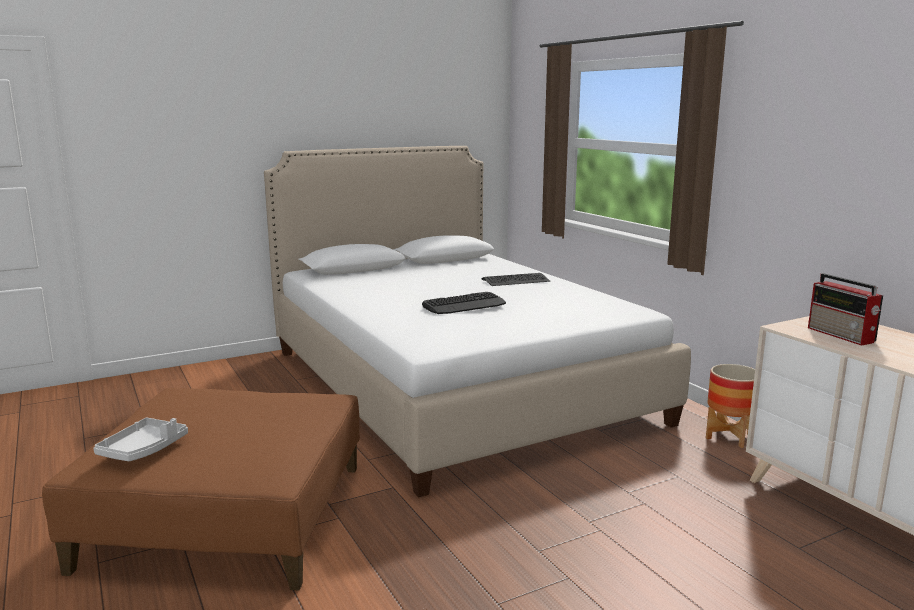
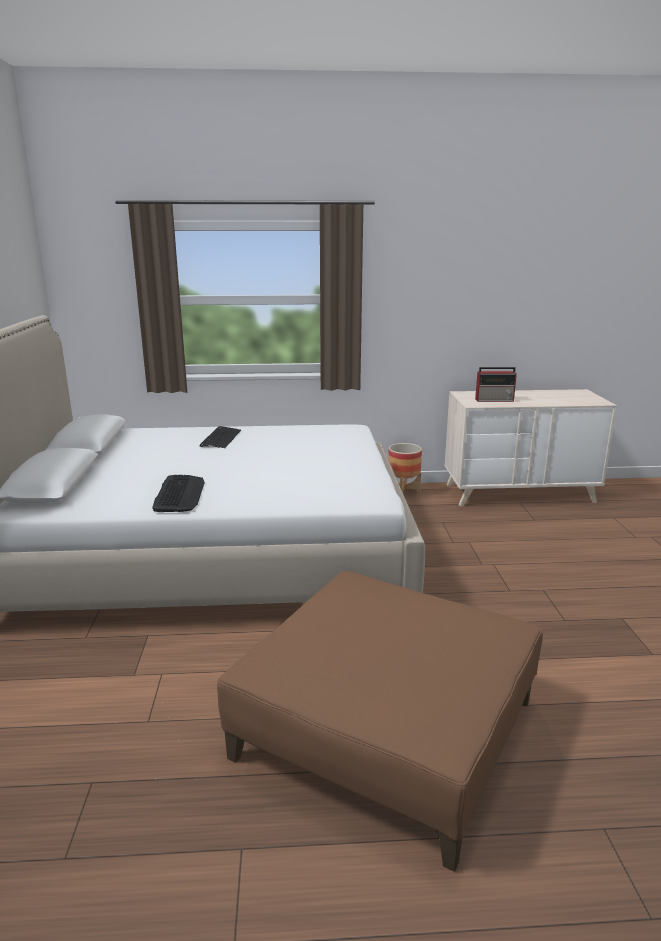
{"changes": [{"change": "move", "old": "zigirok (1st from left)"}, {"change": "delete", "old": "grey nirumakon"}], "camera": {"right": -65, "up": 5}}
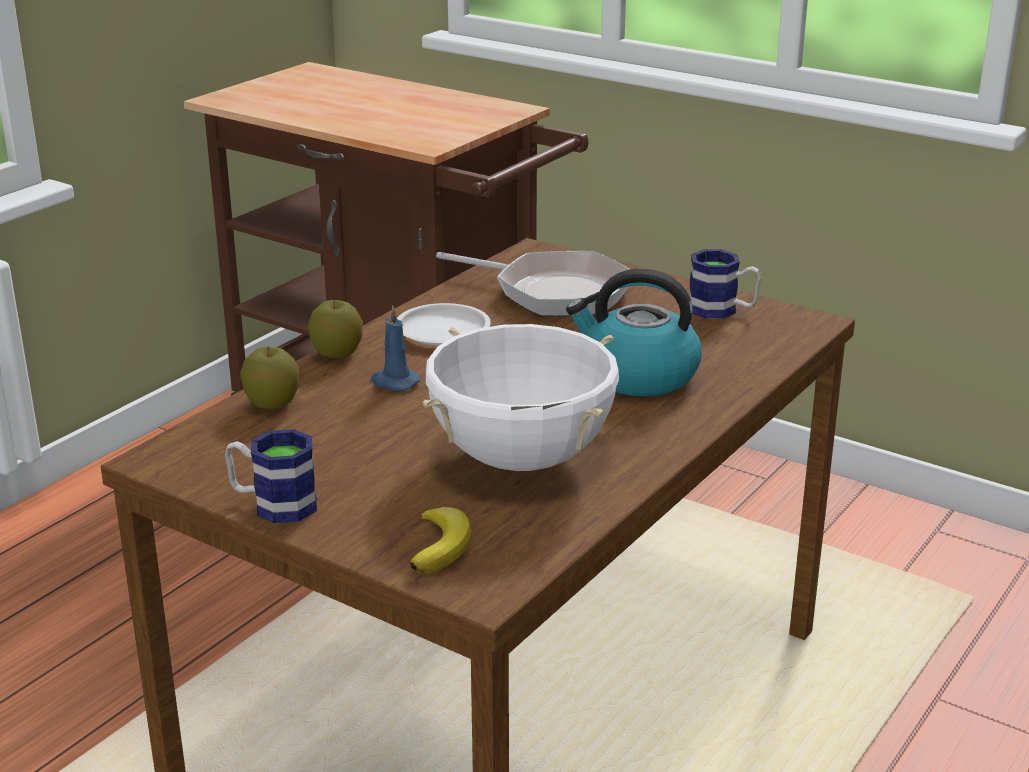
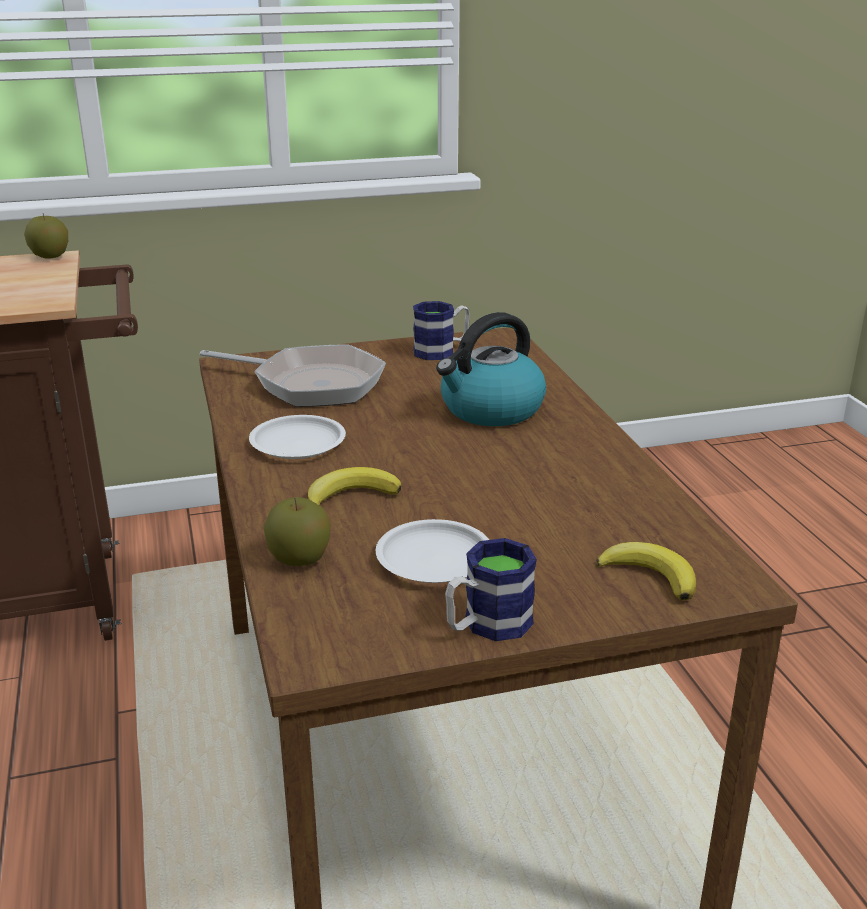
{"changes": [{"change": "rotate", "old": "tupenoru", "degrees": 45}, {"change": "move", "old": "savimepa (2nd from left in the first image)", "new": "savimepa (1st from left)"}, {"change": "replace", "old": "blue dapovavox", "new": "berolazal (1st from left)"}, {"change": "delete", "old": "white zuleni"}, {"change": "insert", "new": "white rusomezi (2nd from left)"}], "camera": {"right": -50, "up": 0}}
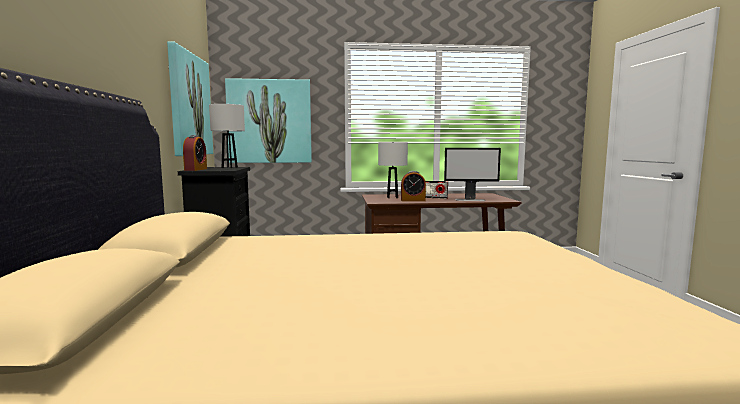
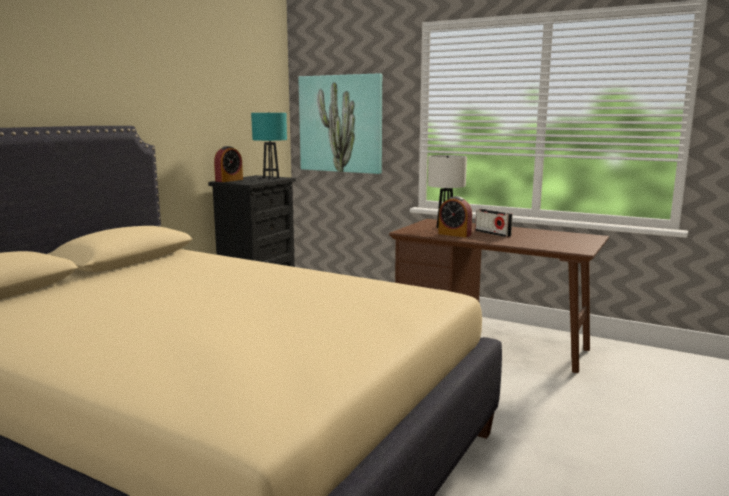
{"changes": [{"change": "delete", "old": "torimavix (1st from left)"}, {"change": "recolor", "old": "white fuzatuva (1st from left)", "new": "turquoise fuzatuva"}, {"change": "delete", "old": "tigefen"}], "camera": {"right": 35, "up": 5}}
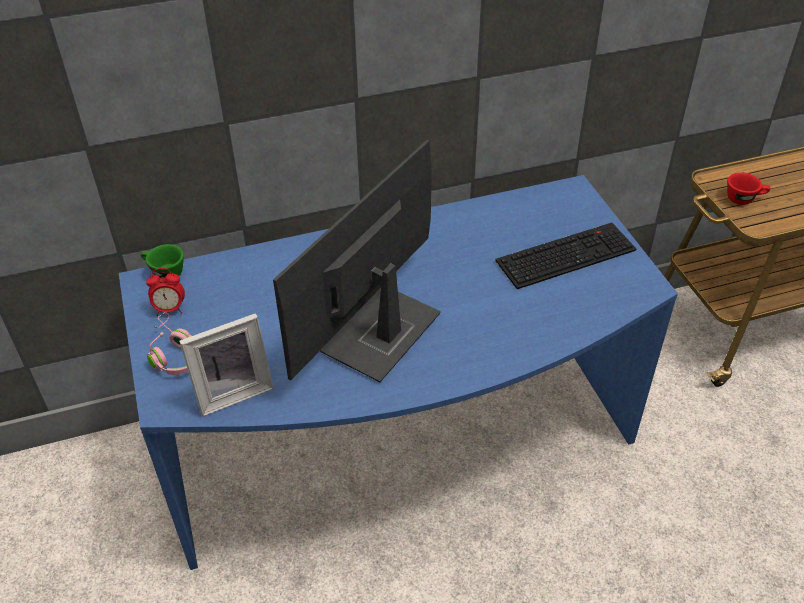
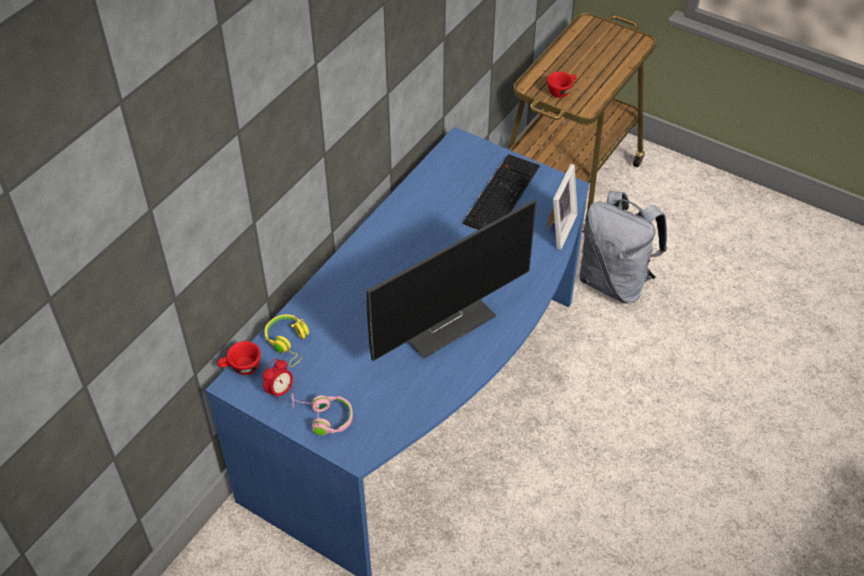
{"changes": [{"change": "rotate", "old": "tigefen", "degrees": -120}, {"change": "recolor", "old": "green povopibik", "new": "red povopibik (1st from left)"}, {"change": "move", "old": "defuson"}, {"change": "insert", "new": "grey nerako"}, {"change": "insert", "new": "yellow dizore"}], "camera": {"right": -40, "up": 5}}
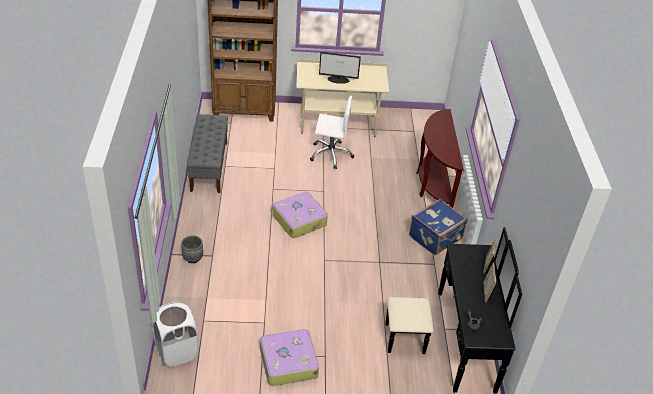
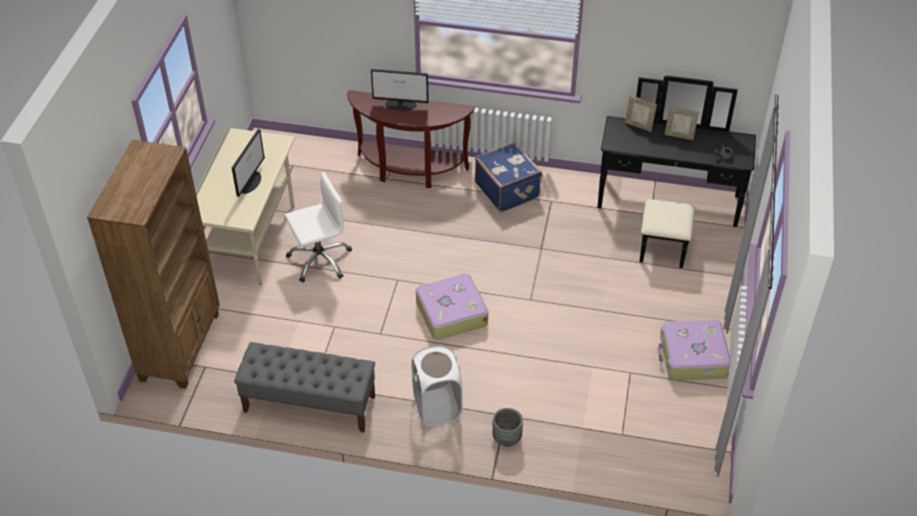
{"changes": [{"change": "rotate", "old": "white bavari", "degrees": 45}, {"change": "move", "old": "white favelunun"}, {"change": "insert", "new": "tigefen (2nd from left)"}], "camera": {"right": -75, "up": 5}}
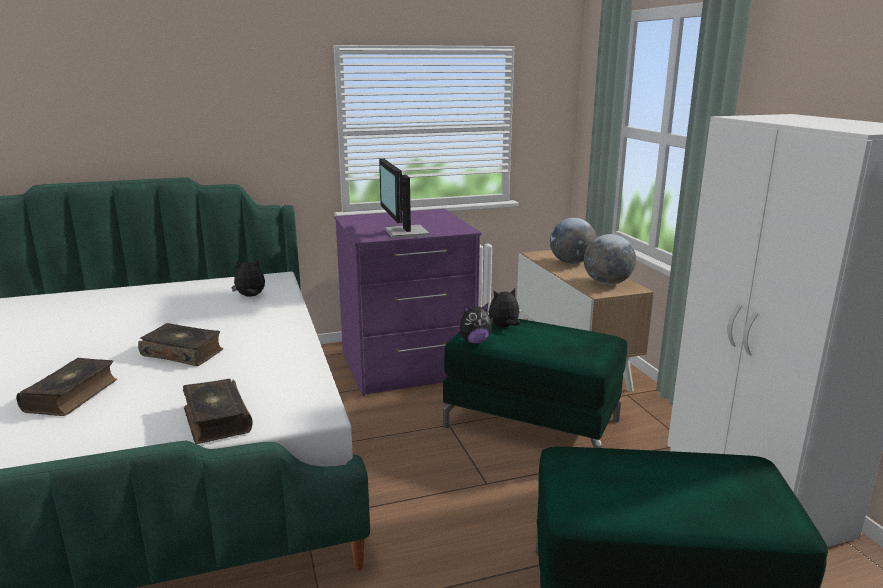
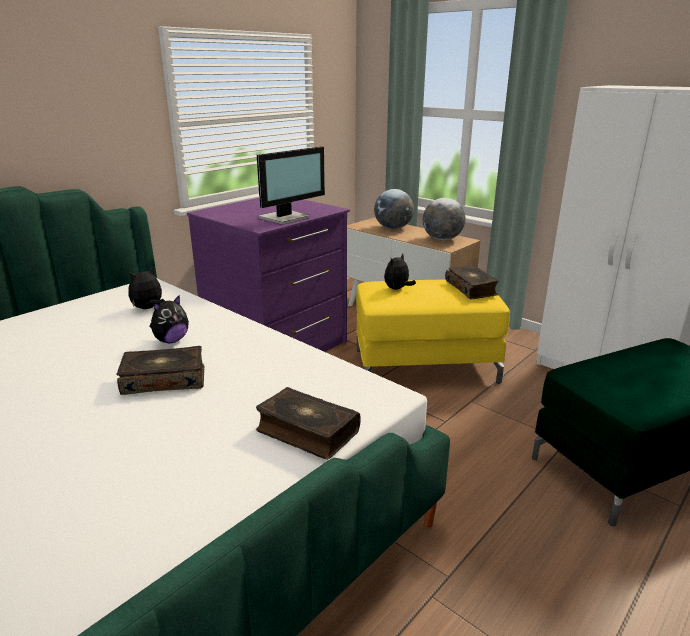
{"changes": [{"change": "rotate", "old": "tigefen", "degrees": -90}, {"change": "move", "old": "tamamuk (2nd from left)"}, {"change": "recolor", "old": "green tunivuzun (1st from left)", "new": "yellow tunivuzun"}, {"change": "move", "old": "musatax (1st from left in the first image)", "new": "musatax (3rd from left)"}], "camera": {"right": -30, "up": 5}}
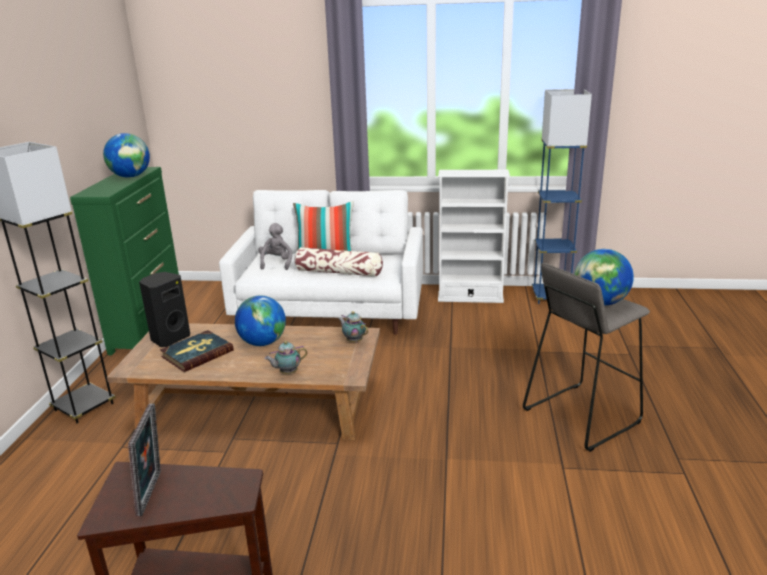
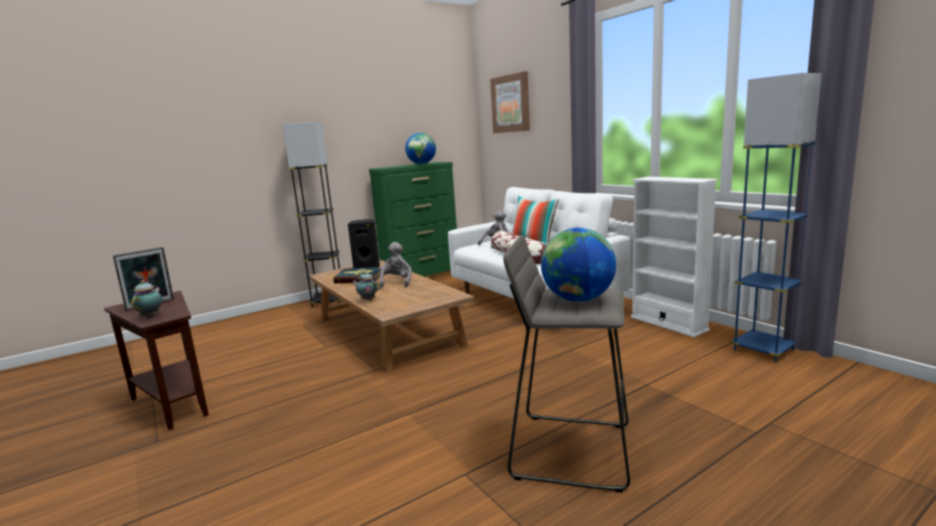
{"changes": [{"change": "replace", "old": "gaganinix (2nd from left)", "new": "grey tamamuk (1st from left)"}, {"change": "move", "old": "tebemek (2nd from left in the first image)", "new": "tebemek (1st from left)"}, {"change": "insert", "new": "torimavix"}], "camera": {"right": 50, "up": -10}}
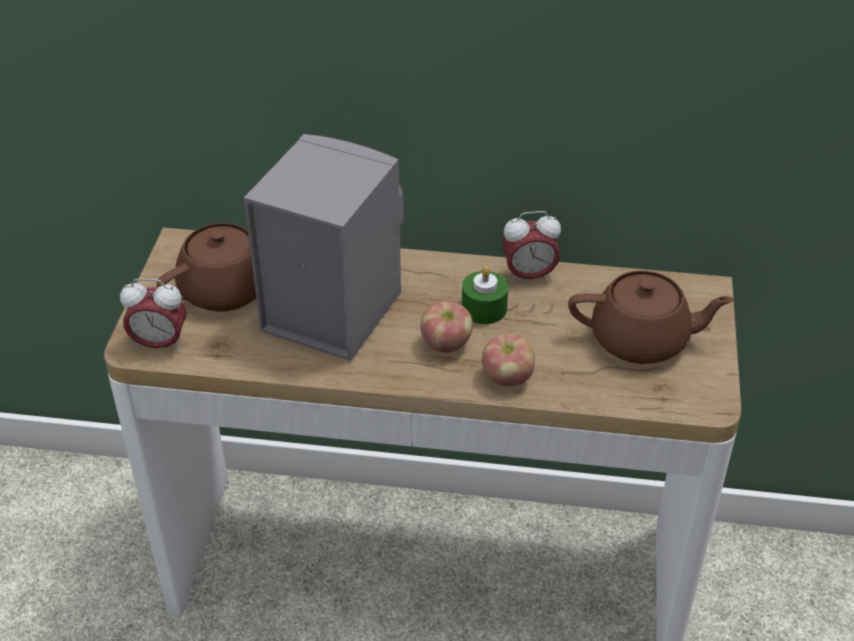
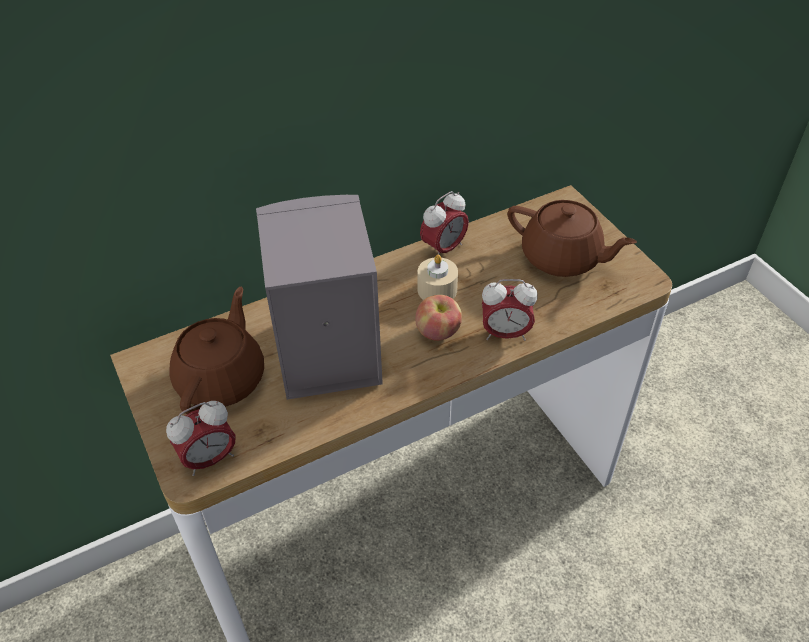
{"changes": [{"change": "recolor", "old": "green dapovavox", "new": "beige dapovavox"}, {"change": "rotate", "old": "brown tebemek (2nd from left)", "degrees": 60}, {"change": "replace", "old": "savimepa (2nd from left)", "new": "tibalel (3rd from left)"}], "camera": {"right": -35, "up": 5}}
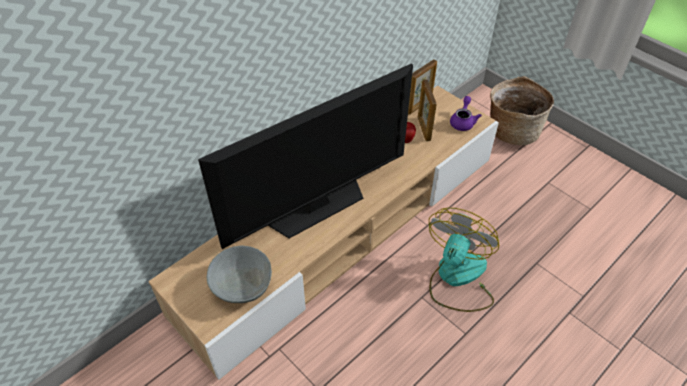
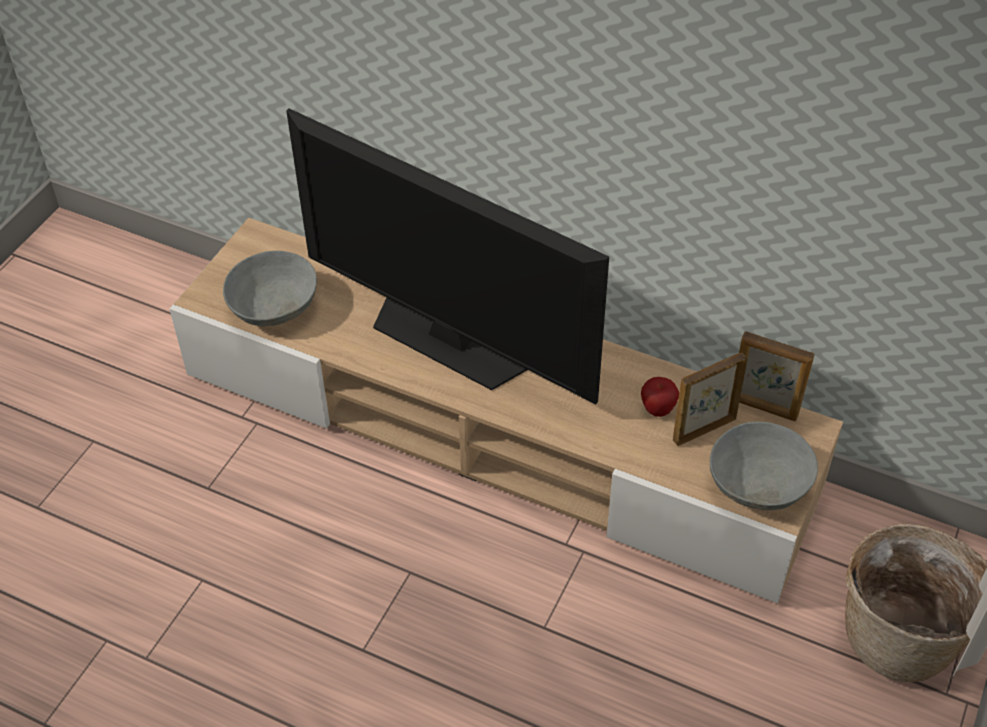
{"changes": [{"change": "replace", "old": "purple tebemek", "new": "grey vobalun (2nd from left)"}, {"change": "delete", "old": "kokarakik"}], "camera": {"right": 70, "up": 0}}
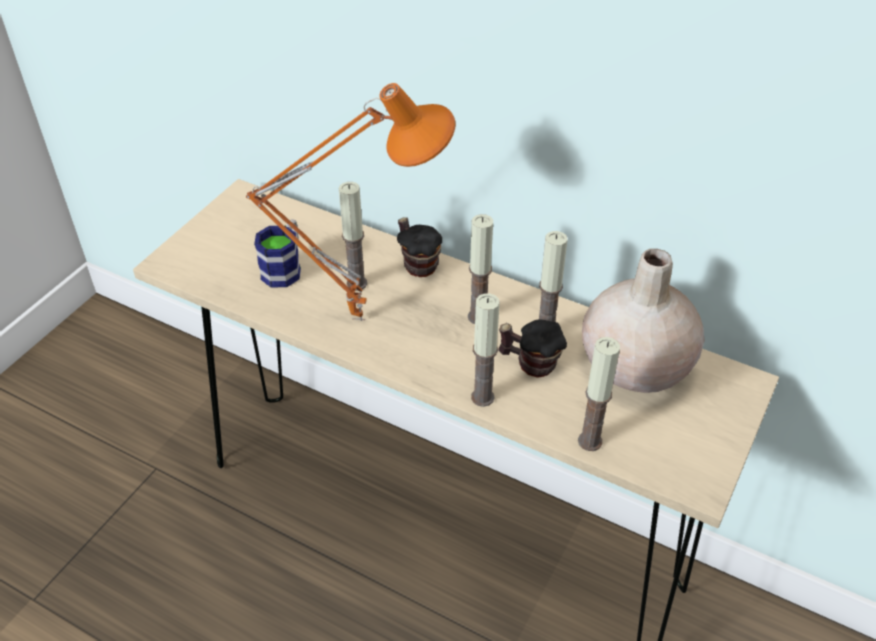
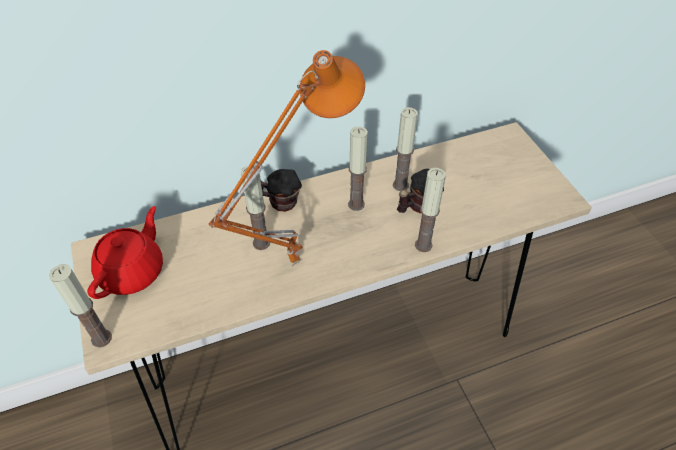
{"changes": [{"change": "delete", "old": "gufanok (1st from left)"}, {"change": "delete", "old": "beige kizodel"}, {"change": "move", "old": "dapovavox (5th from left in the first image)", "new": "dapovavox (1st from left)"}, {"change": "insert", "new": "red tebemek"}], "camera": {"right": -50, "up": 5}}
